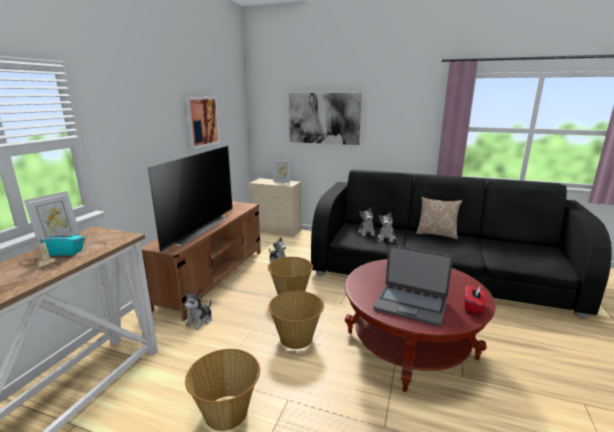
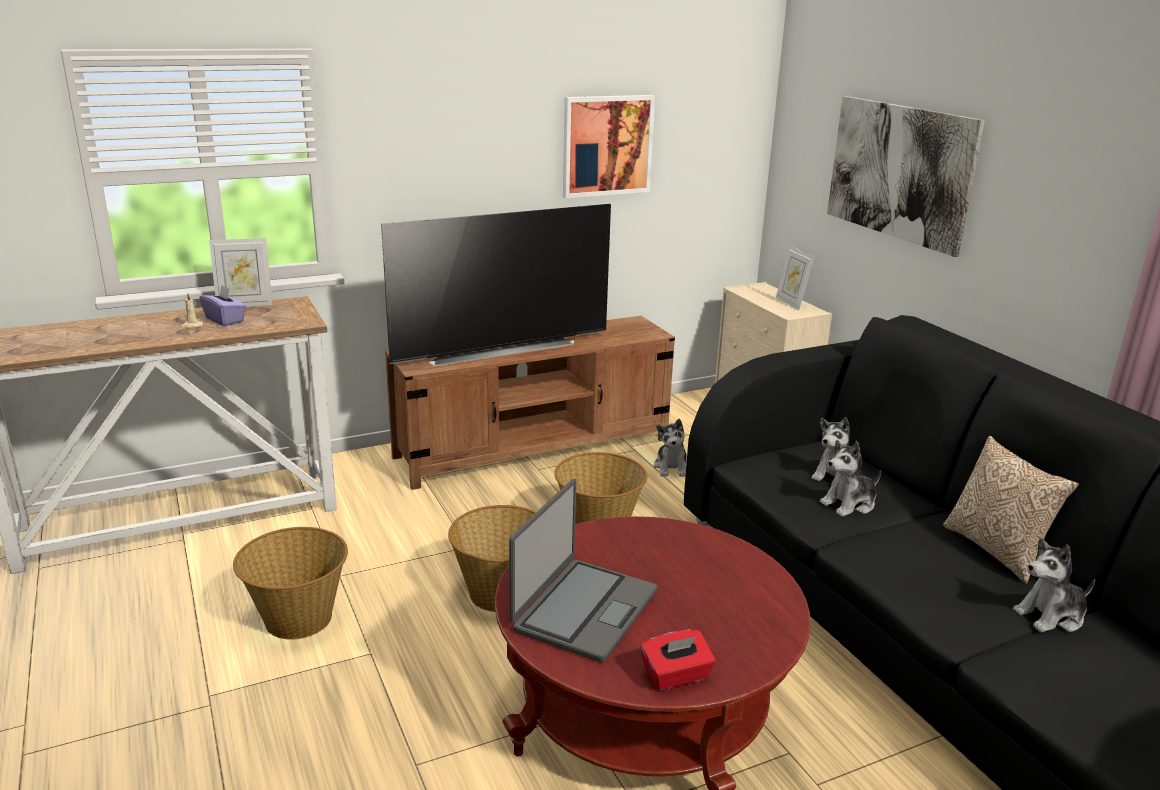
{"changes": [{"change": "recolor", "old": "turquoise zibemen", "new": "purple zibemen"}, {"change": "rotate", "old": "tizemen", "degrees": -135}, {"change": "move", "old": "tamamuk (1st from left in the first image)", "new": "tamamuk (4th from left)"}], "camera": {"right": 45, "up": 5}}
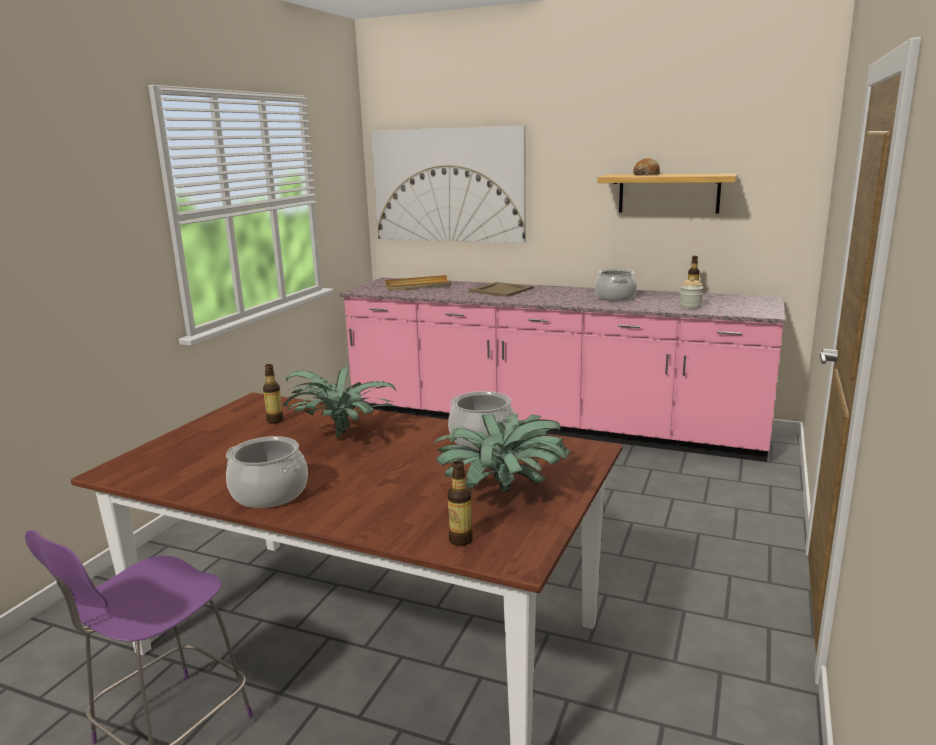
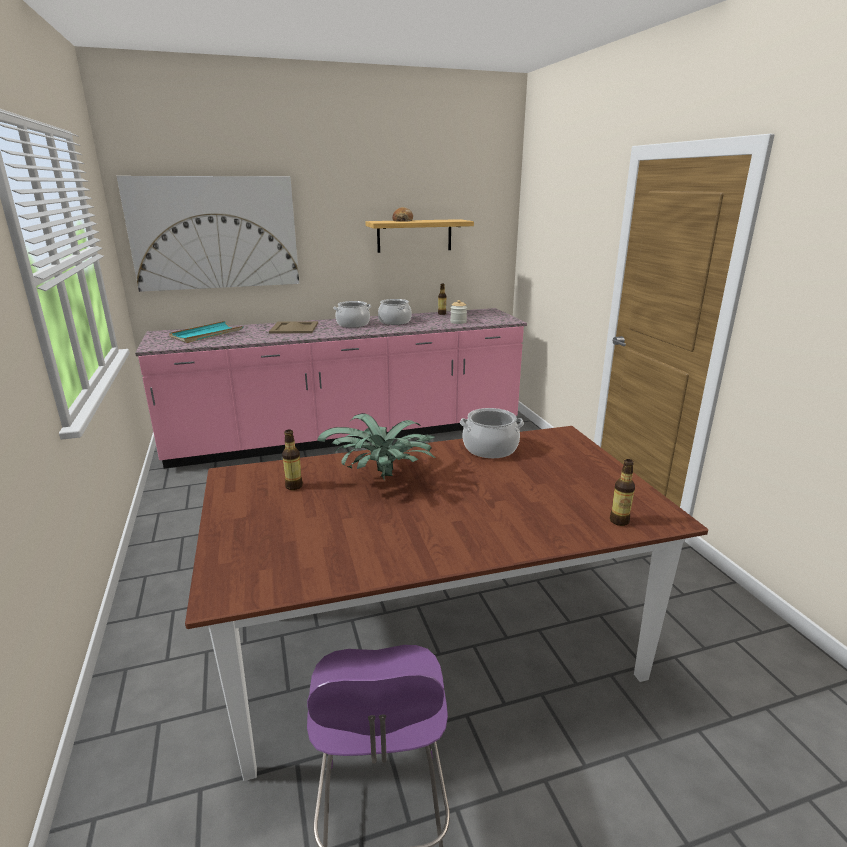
{"changes": [{"change": "recolor", "old": "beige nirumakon (1st from left)", "new": "turquoise nirumakon"}, {"change": "delete", "old": "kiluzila (2nd from left)"}, {"change": "move", "old": "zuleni (1st from left)"}], "camera": {"right": -40, "up": 5}}
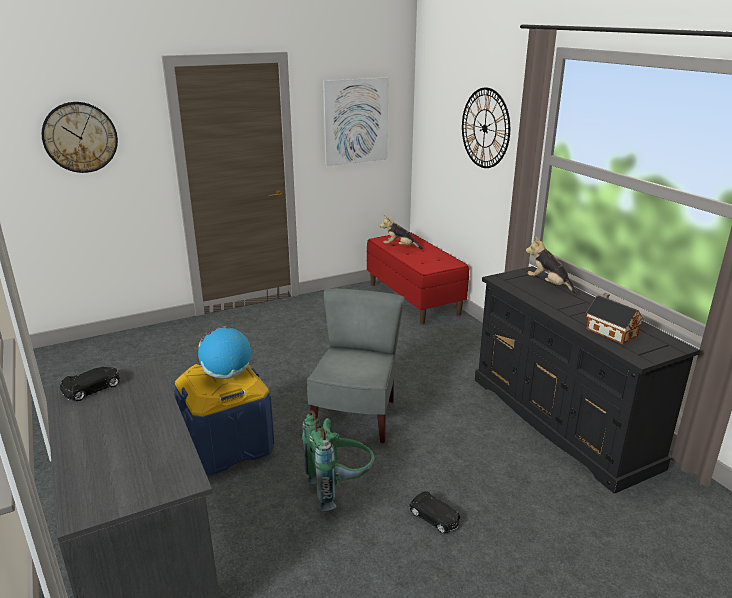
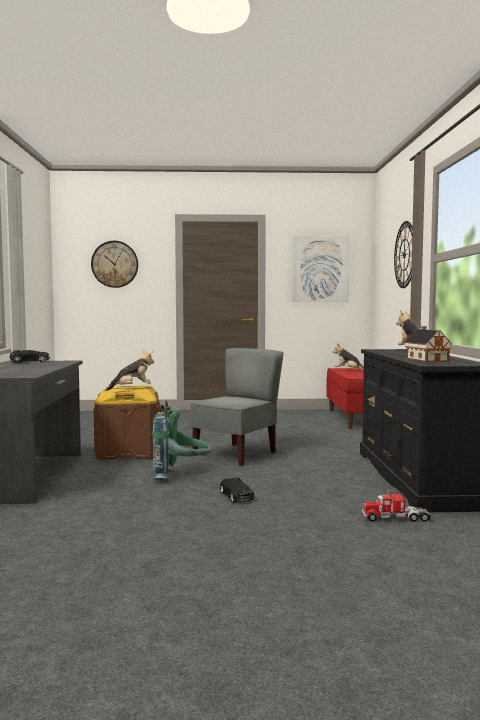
{"changes": [{"change": "replace", "old": "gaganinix", "new": "tamamuk (1st from left)"}, {"change": "recolor", "old": "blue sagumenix", "new": "brown sagumenix"}, {"change": "insert", "new": "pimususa"}], "camera": {"right": 25, "up": -20}}
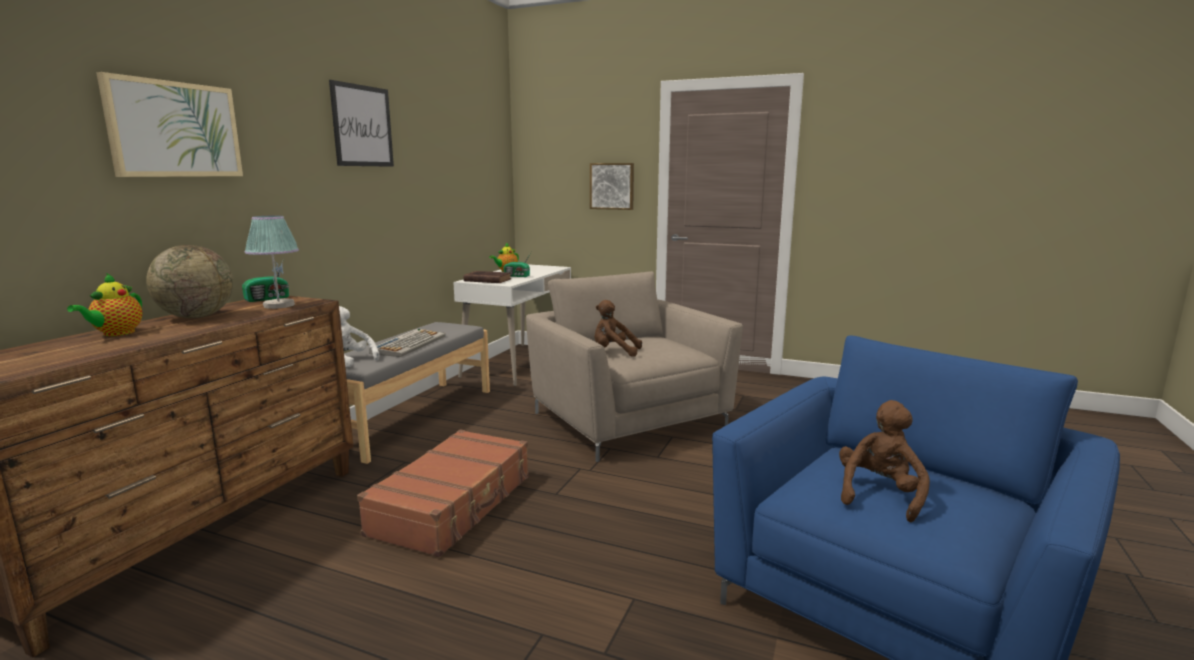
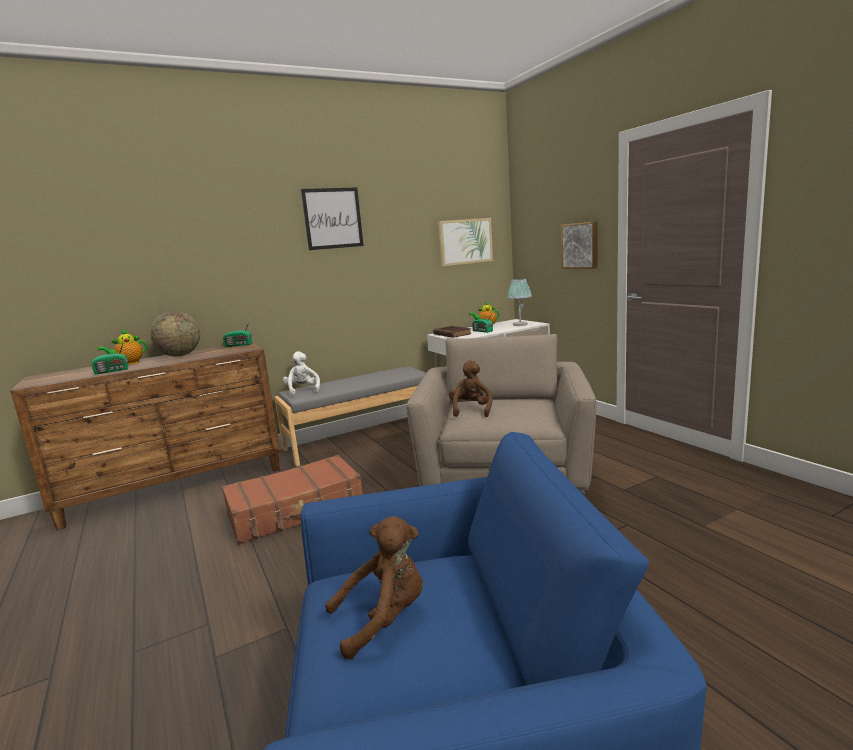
{"changes": [{"change": "move", "old": "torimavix (1st from left in the first image)", "new": "torimavix (2nd from left)"}, {"change": "move", "old": "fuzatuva"}, {"change": "rotate", "old": "brown tamamuk (1st from left in the first image)", "degrees": 45}, {"change": "delete", "old": "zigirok"}, {"change": "insert", "new": "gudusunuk (1st from left)"}], "camera": {"right": 40, "up": 0}}
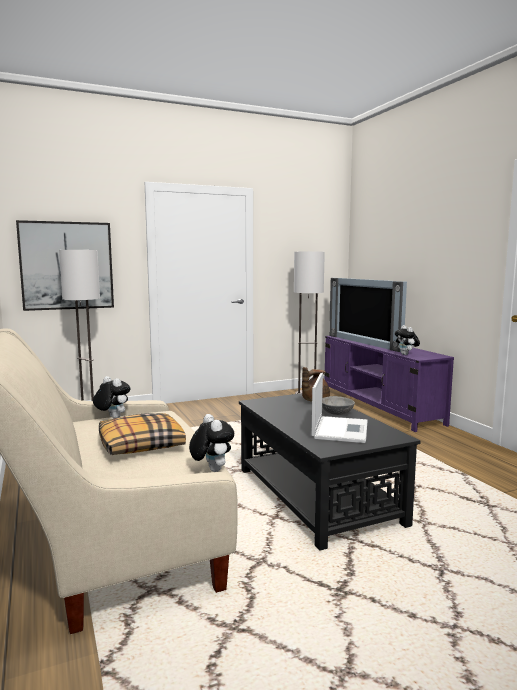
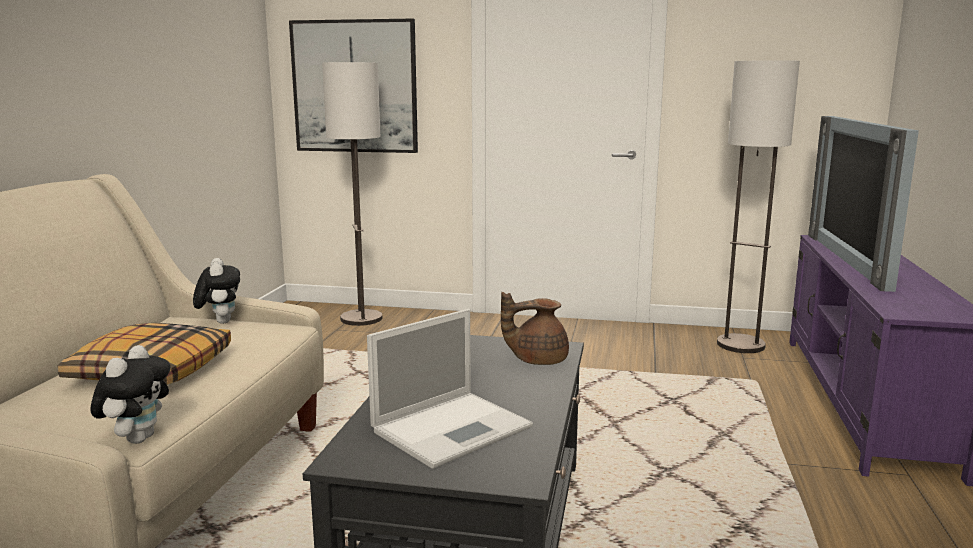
{"changes": [{"change": "delete", "old": "tamamuk (3rd from left)"}, {"change": "delete", "old": "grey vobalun"}], "camera": {"right": 35, "up": 5}}
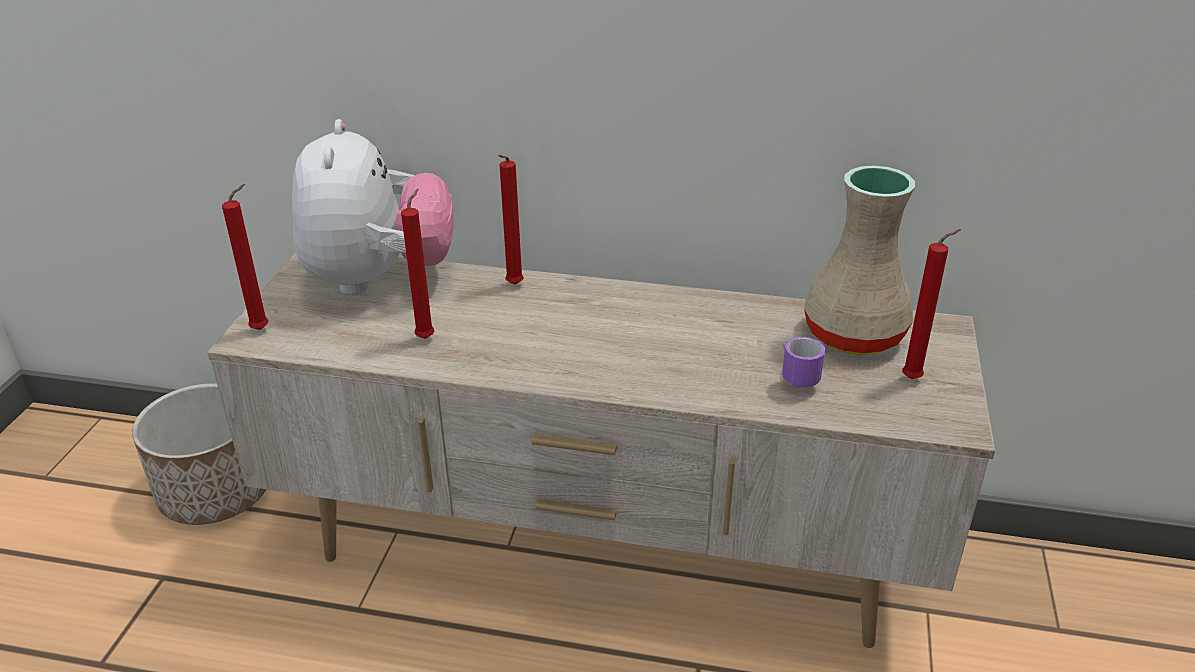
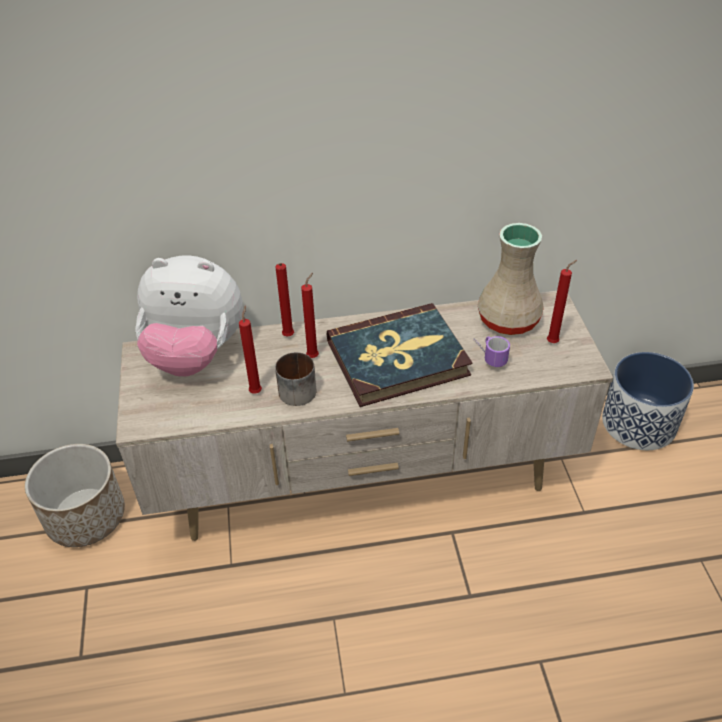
{"changes": [{"change": "rotate", "old": "tamamuk", "degrees": 120}, {"change": "move", "old": "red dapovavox (1st from left in the first image)", "new": "red dapovavox (3rd from left)"}, {"change": "insert", "new": "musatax"}, {"change": "insert", "new": "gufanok (1st from left)"}, {"change": "insert", "new": "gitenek (2nd from left)"}], "camera": {"right": -20, "up": 10}}
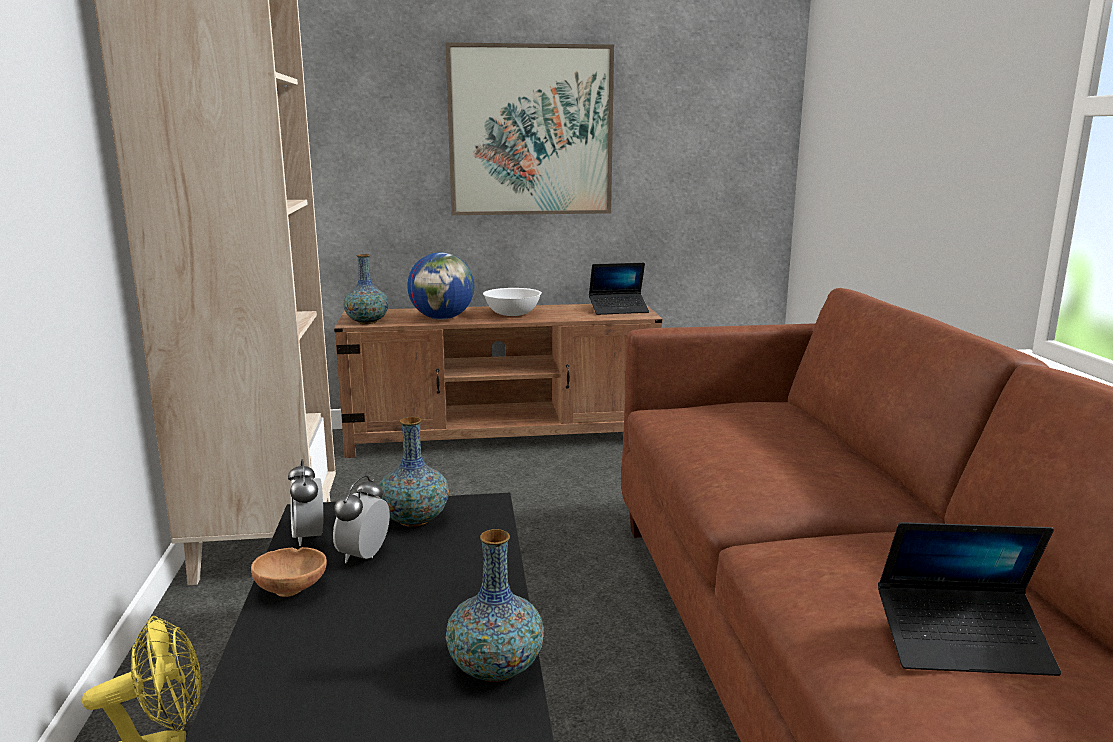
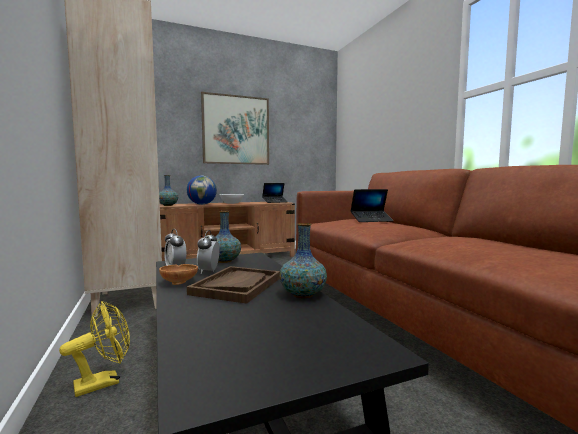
{"changes": [{"change": "move", "old": "tizemen (2nd from left)"}, {"change": "insert", "new": "brown nirumakon"}], "camera": {"right": -15, "up": -10}}
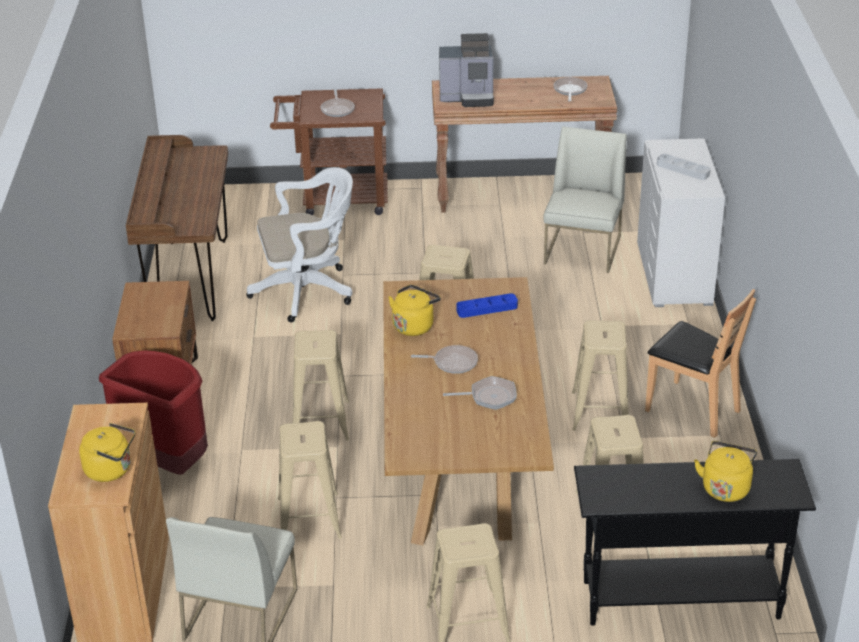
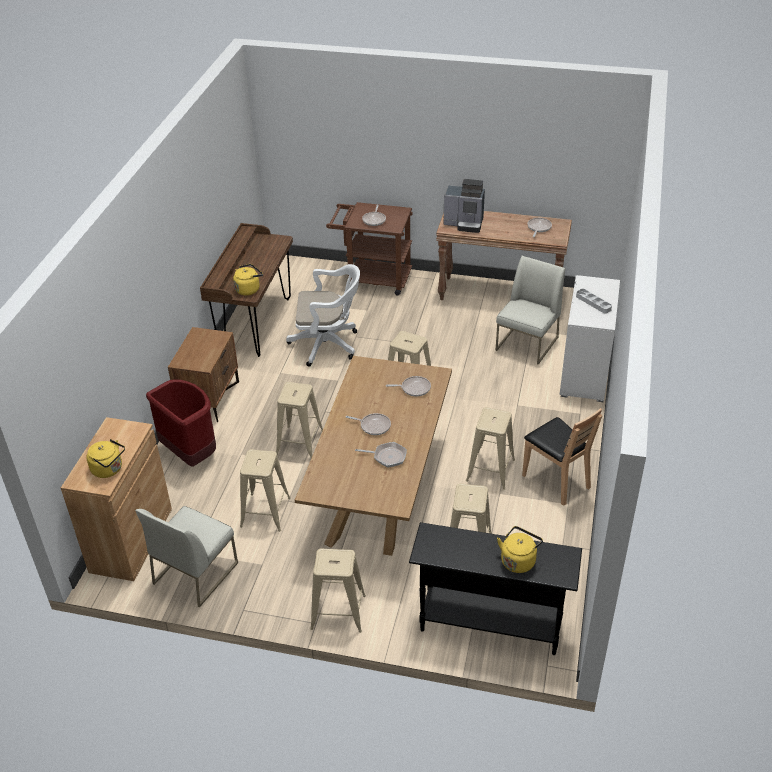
{"changes": [{"change": "move", "old": "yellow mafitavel (2nd from left)"}, {"change": "replace", "old": "blue nirumakon", "new": "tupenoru (4th from left)"}], "camera": {"right": 15, "up": 5}}
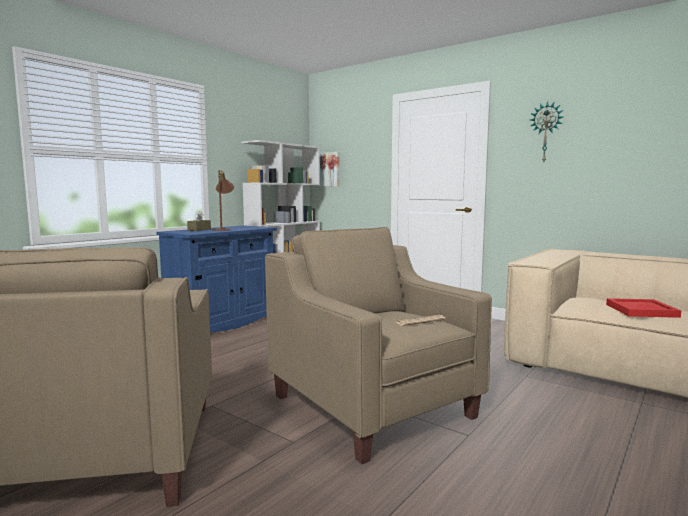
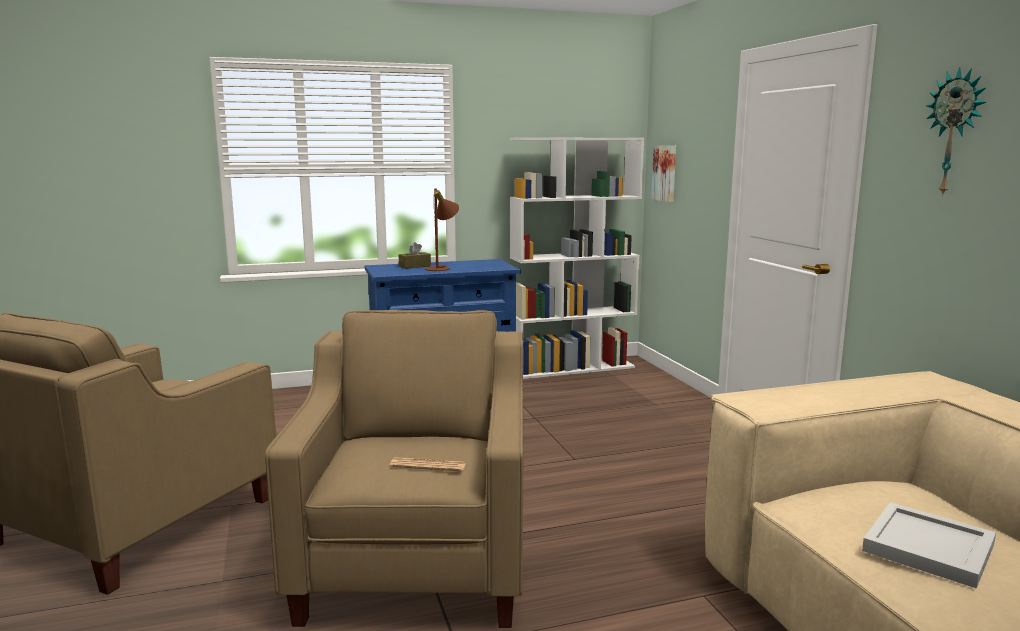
{"changes": [{"change": "recolor", "old": "red nirumakon", "new": "white nirumakon"}], "camera": {"right": 35, "up": 5}}
